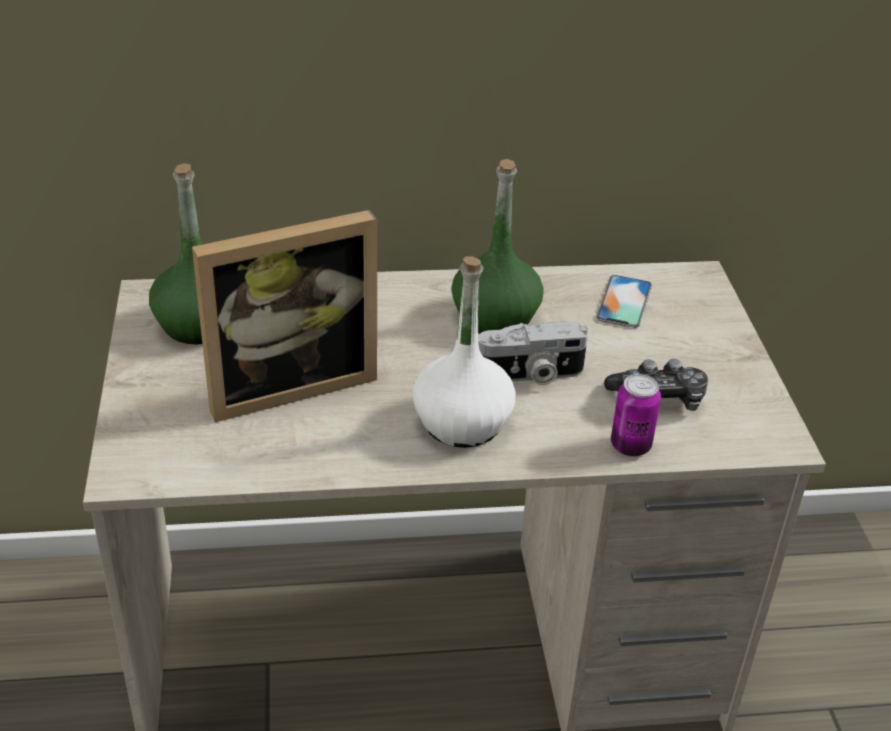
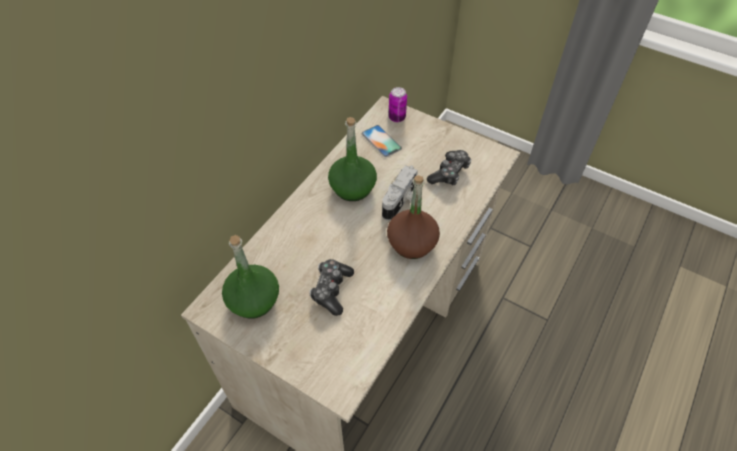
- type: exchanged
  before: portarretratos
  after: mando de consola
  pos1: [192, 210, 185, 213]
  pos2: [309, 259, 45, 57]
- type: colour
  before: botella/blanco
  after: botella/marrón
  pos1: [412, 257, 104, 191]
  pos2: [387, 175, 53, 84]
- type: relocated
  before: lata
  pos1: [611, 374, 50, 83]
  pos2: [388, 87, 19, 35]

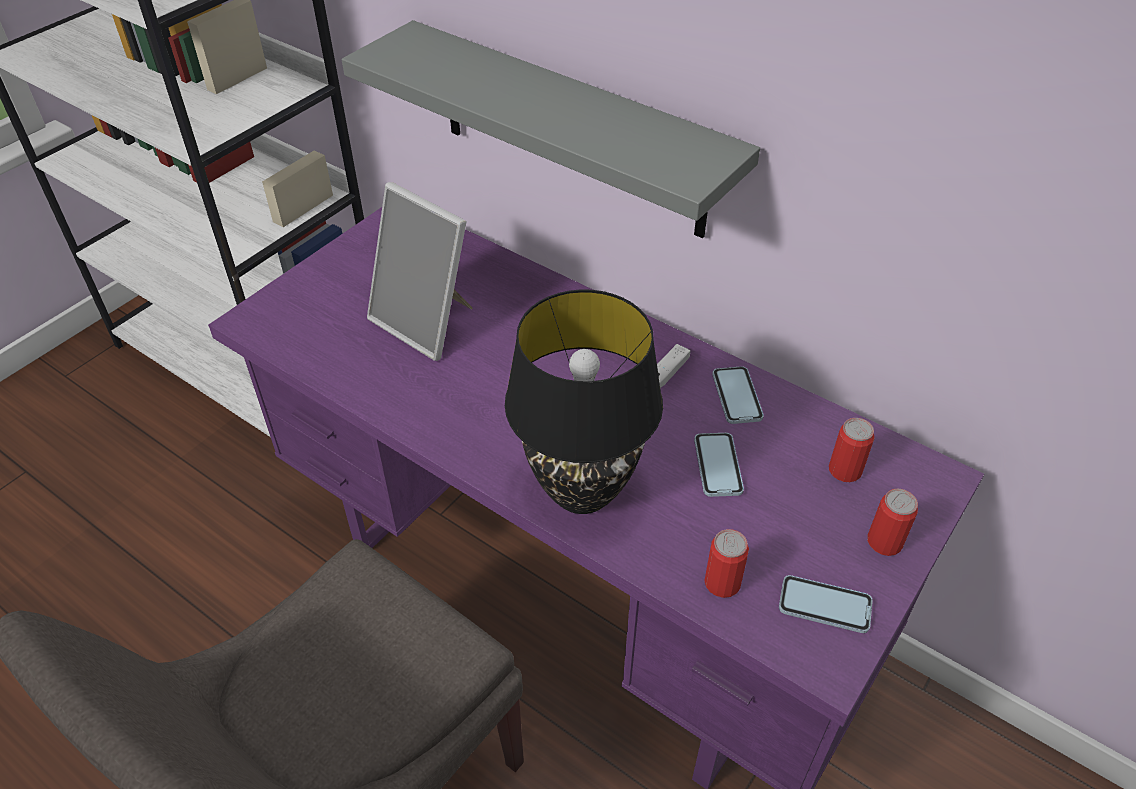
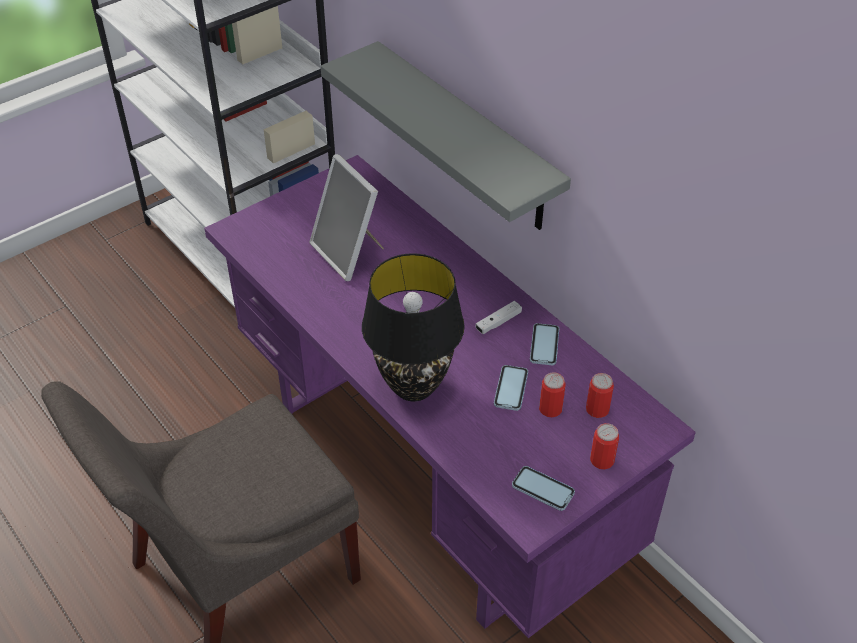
- type: relocated
  before: lata
  pos1: [704, 529, 45, 69]
  pos2: [539, 373, 27, 44]

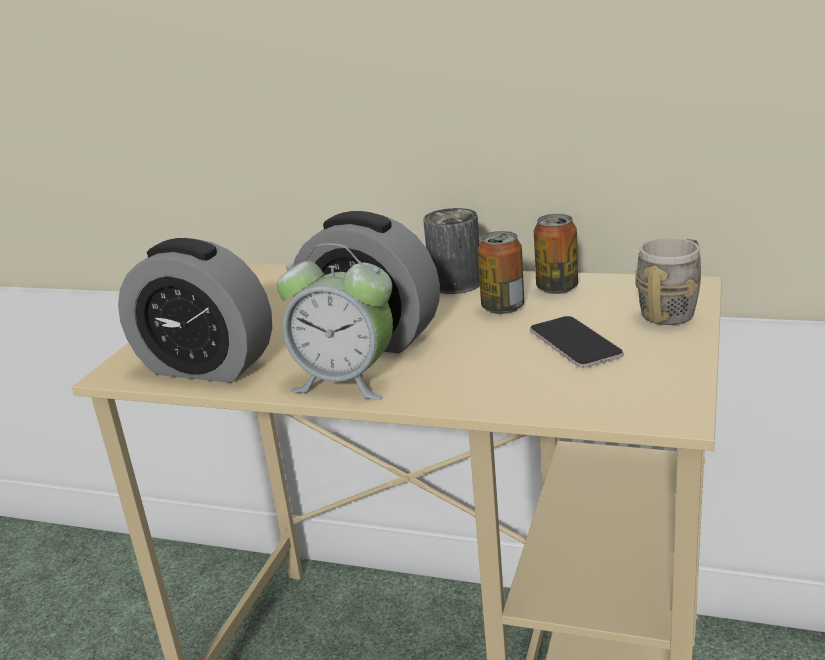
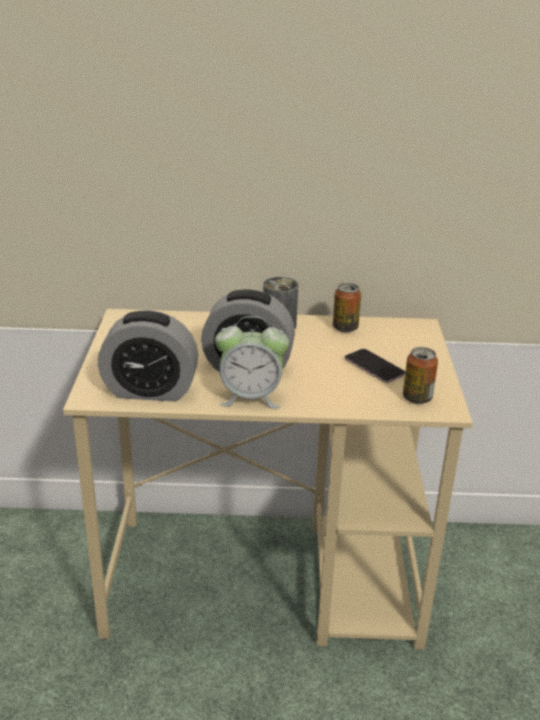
- type: relocated
  before: lata
  pos1: [478, 231, 46, 83]
  pos2: [403, 347, 35, 57]
- type: missing
  before: taza grande/gris
  pos1: [635, 238, 66, 87]

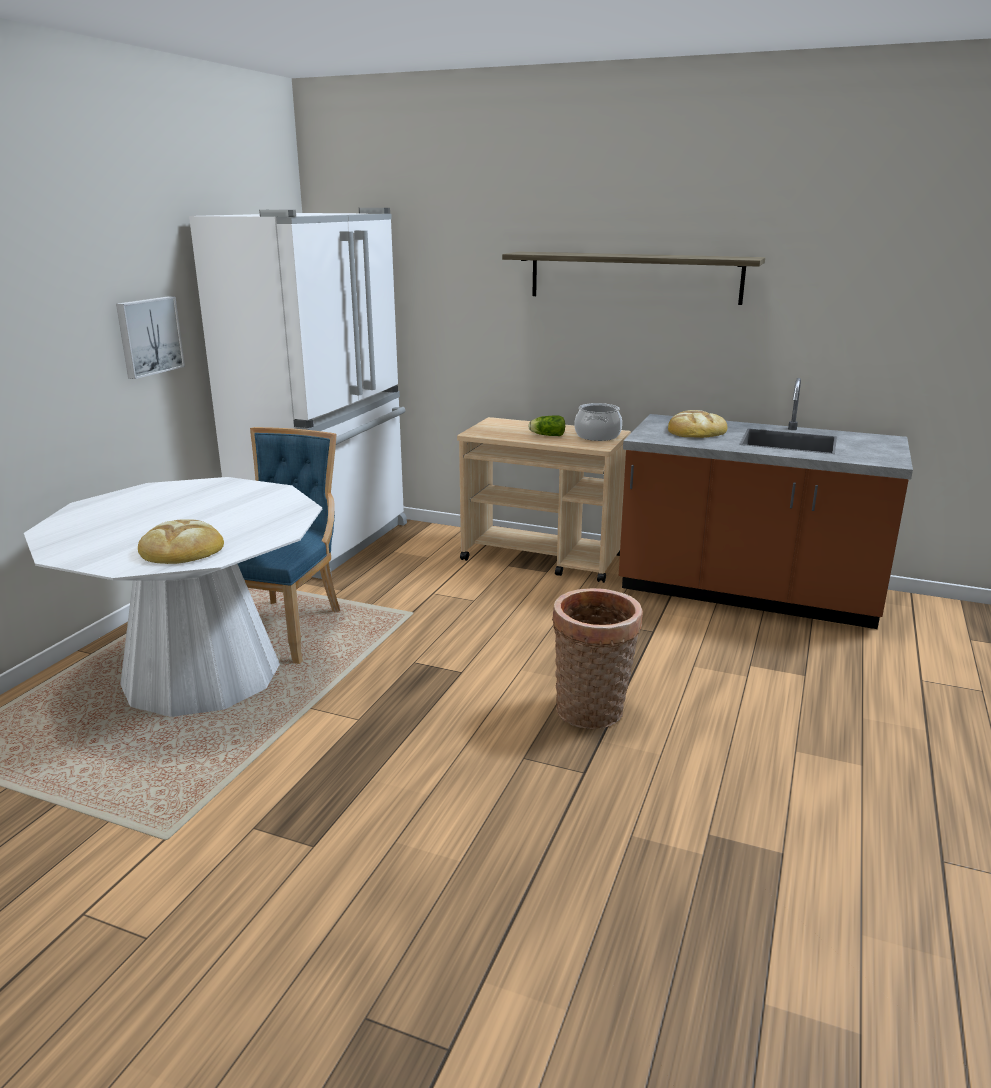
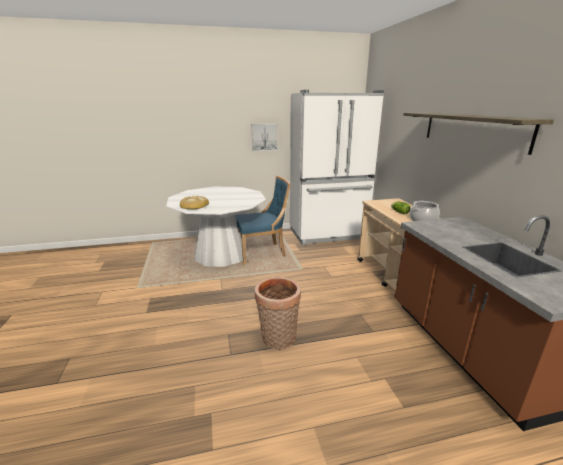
- type: missing
  before: pan
  pos1: [668, 410, 59, 28]

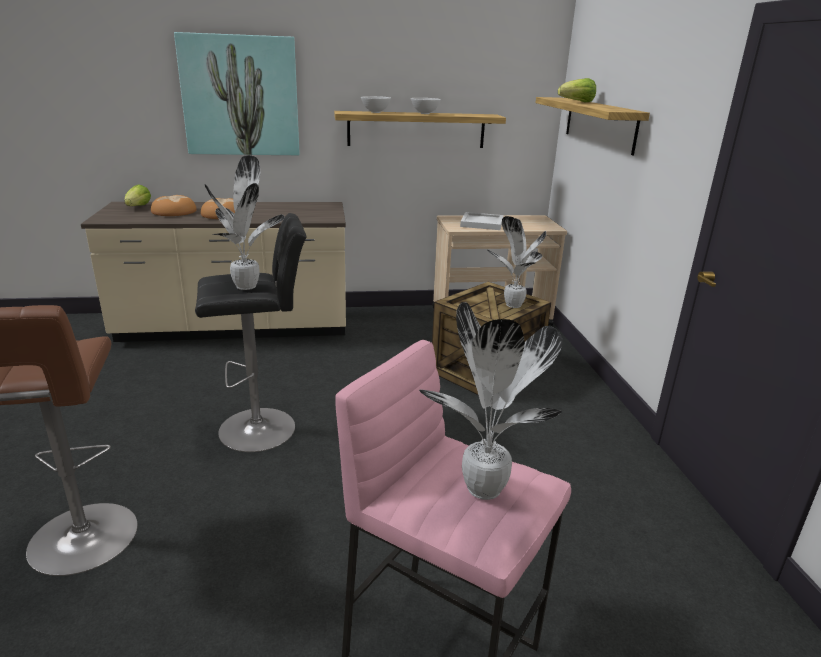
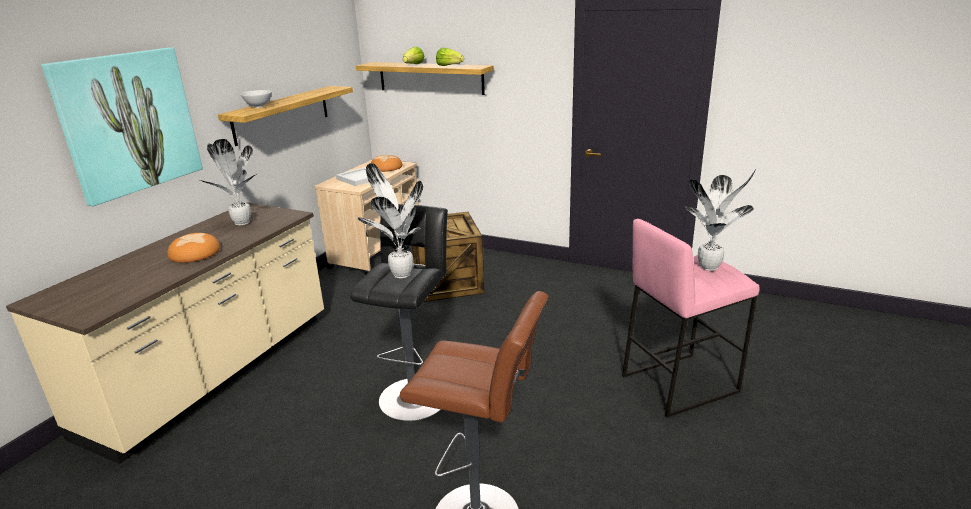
- type: relocated
  before: planta en maceta
  pos1: [487, 216, 59, 92]
  pos2: [199, 139, 58, 86]
- type: relocated
  before: pan
  pos1: [151, 195, 46, 21]
  pos2: [371, 155, 32, 17]
- type: relocated
  before: lechuga
  pos1: [124, 184, 27, 22]
  pos2: [436, 47, 28, 19]
- type: missing
  before: cuenco/blanco
  pos1: [411, 98, 30, 16]

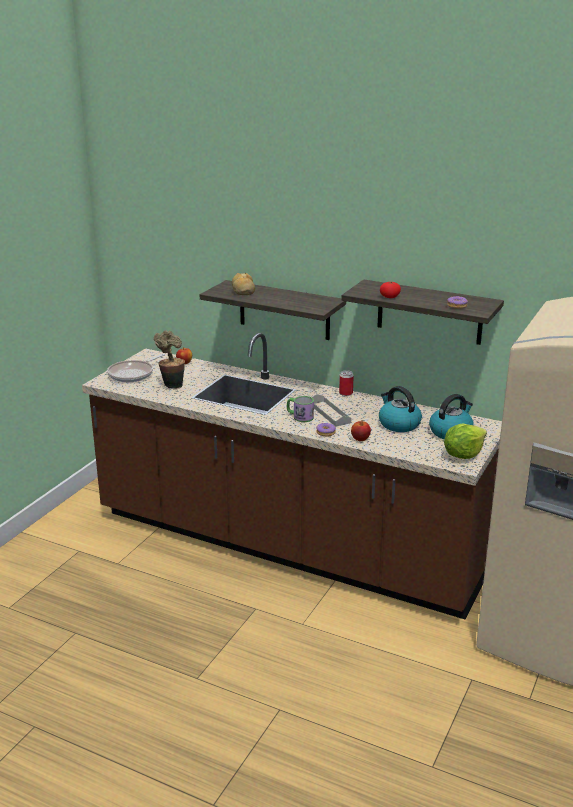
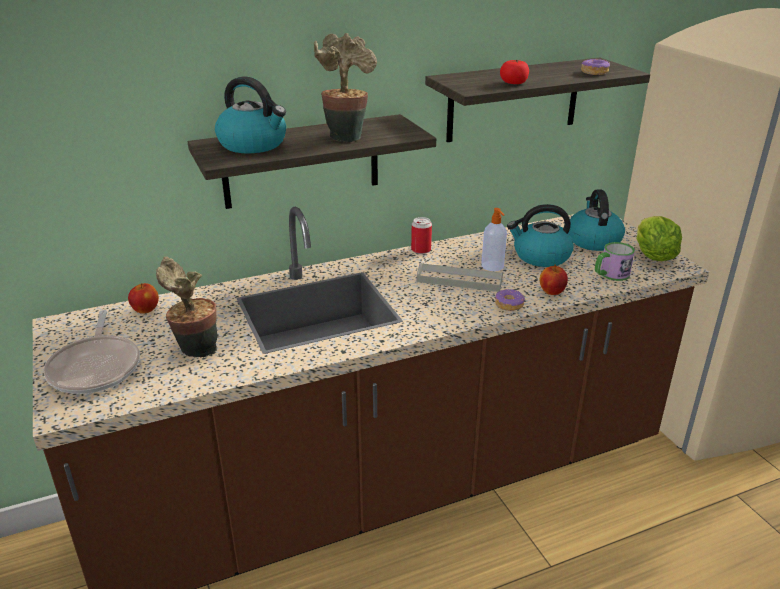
- type: exchanged
  before: pan
  after: hervidor
  pos1: [232, 273, 23, 22]
  pos2: [215, 76, 71, 77]
- type: appeared
  after: planta en maceta
  pos2: [314, 33, 63, 110]
- type: appeared
  after: dispensador de jabón
  pos2: [481, 208, 26, 63]
- type: relocated
  before: taza grande
  pos1: [287, 396, 27, 26]
  pos2: [595, 242, 40, 39]

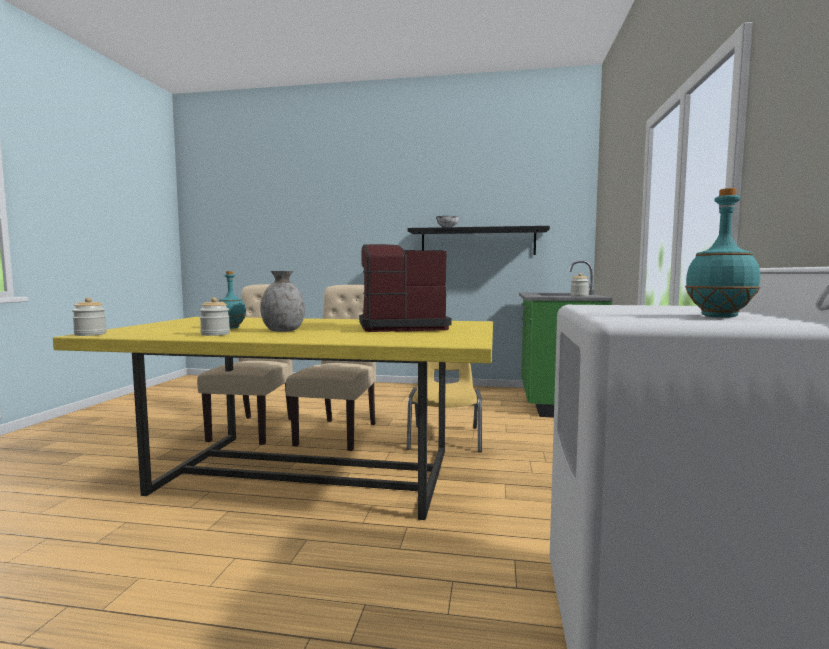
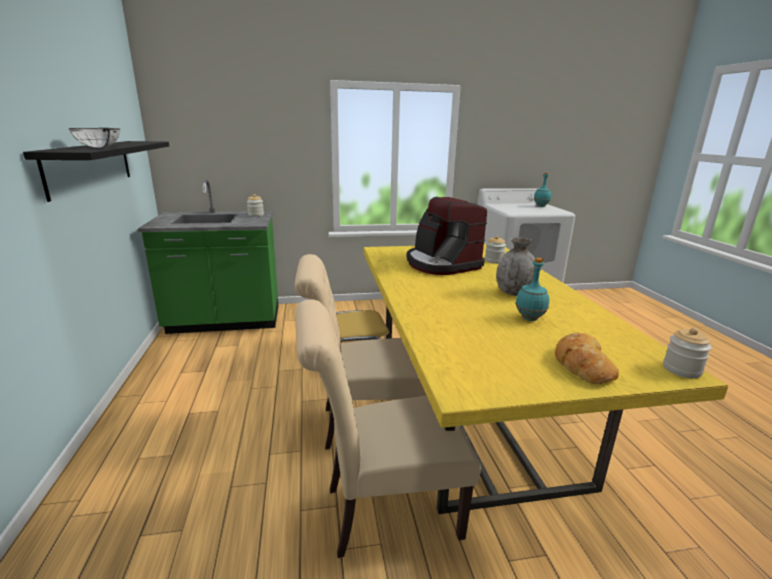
- type: relocated
  before: tarro
  pos1: [199, 297, 31, 39]
  pos2: [485, 236, 21, 28]
- type: appeared
  after: pan
  pos2: [555, 333, 64, 51]

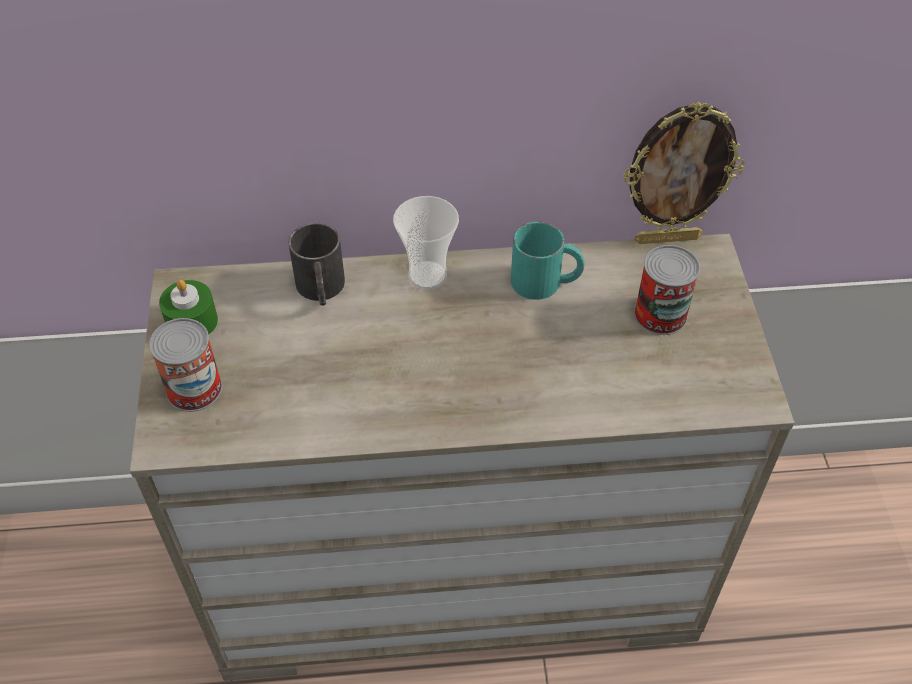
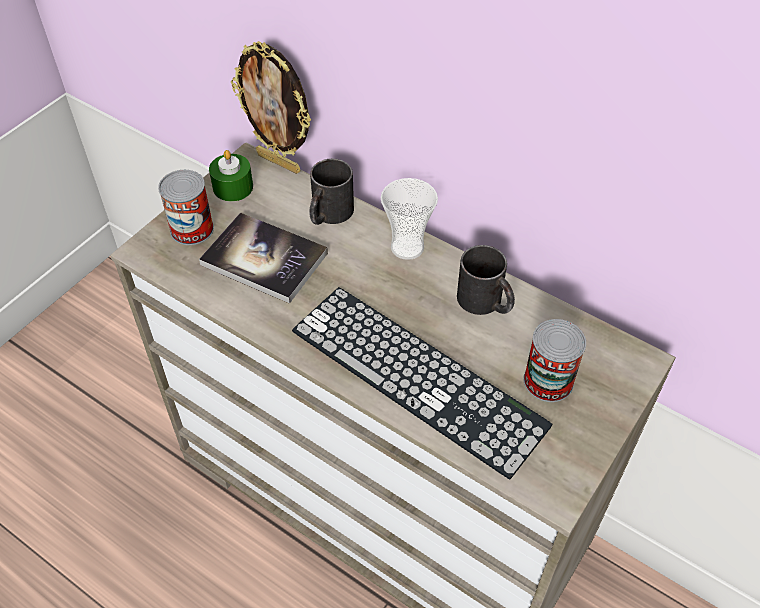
- type: appeared
  after: libro
  pos2: [199, 212, 129, 92]
- type: relocated
  before: portarretratos
  pos1: [624, 102, 120, 142]
  pos2: [231, 41, 80, 133]
- type: appeared
  after: teclado
  pos2: [292, 287, 261, 193]
- type: colour
  before: taza grande/turquesa
  after: taza grande/negro
  pos1: [511, 222, 74, 78]
  pos2: [457, 245, 58, 70]

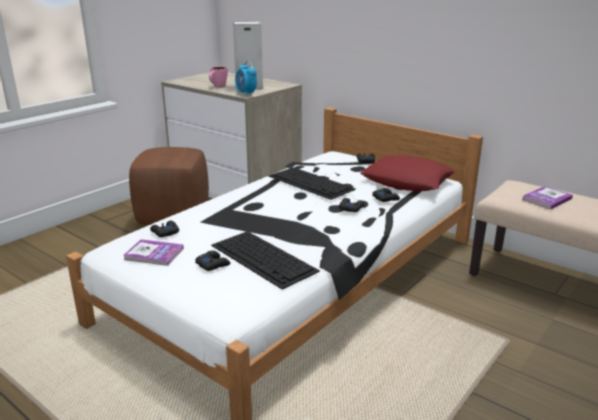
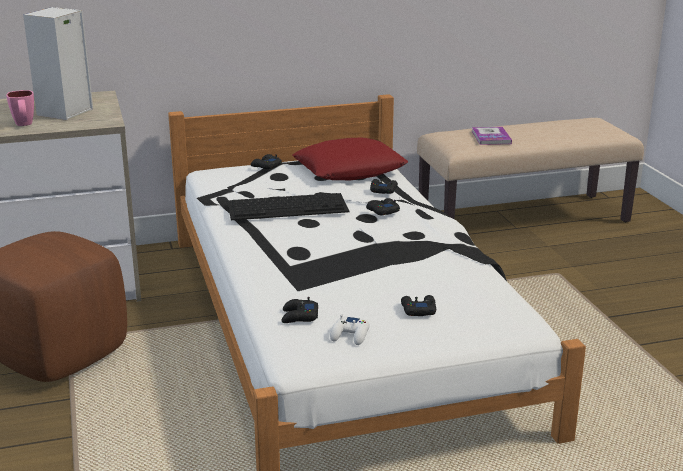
- type: exchanged
  before: libro
  after: mando de consola/blanco
  pos1: [123, 239, 61, 27]
  pos2: [330, 314, 40, 31]
- type: missing
  before: teclado
  pos1: [211, 231, 109, 59]
- type: missing
  before: despertador
  pos1: [235, 61, 22, 35]

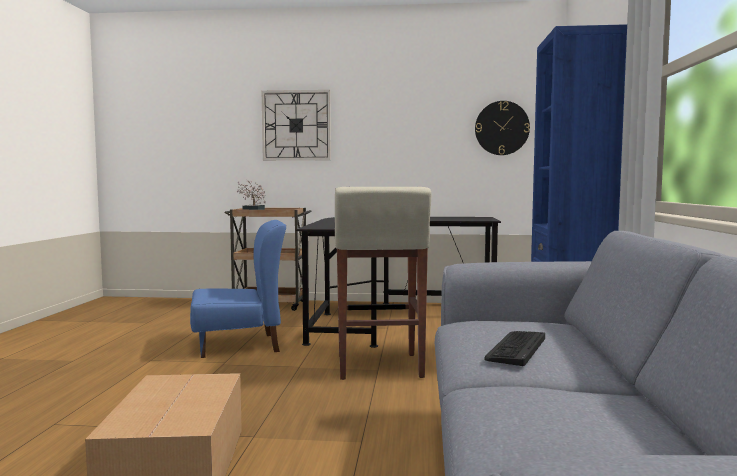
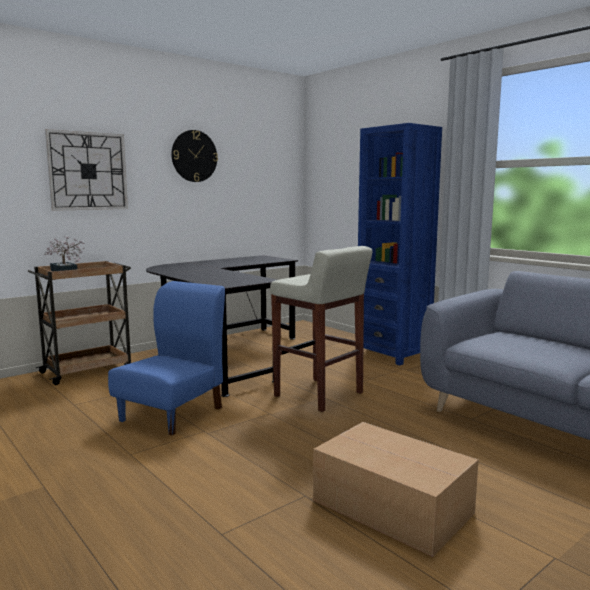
- type: relocated
  before: reloj de pared
  pos1: [475, 101, 55, 54]
  pos2: [171, 130, 47, 52]
- type: missing
  before: teclado
  pos1: [484, 331, 61, 35]

